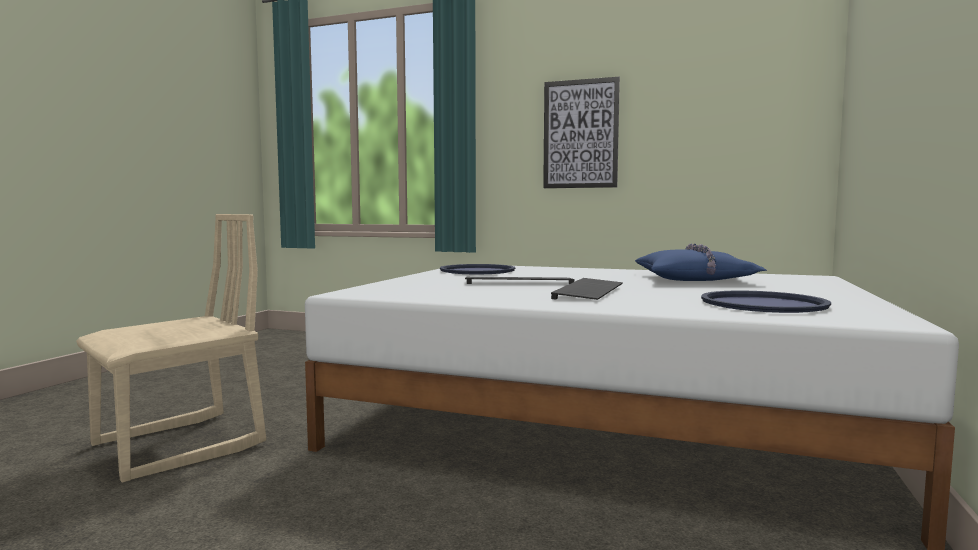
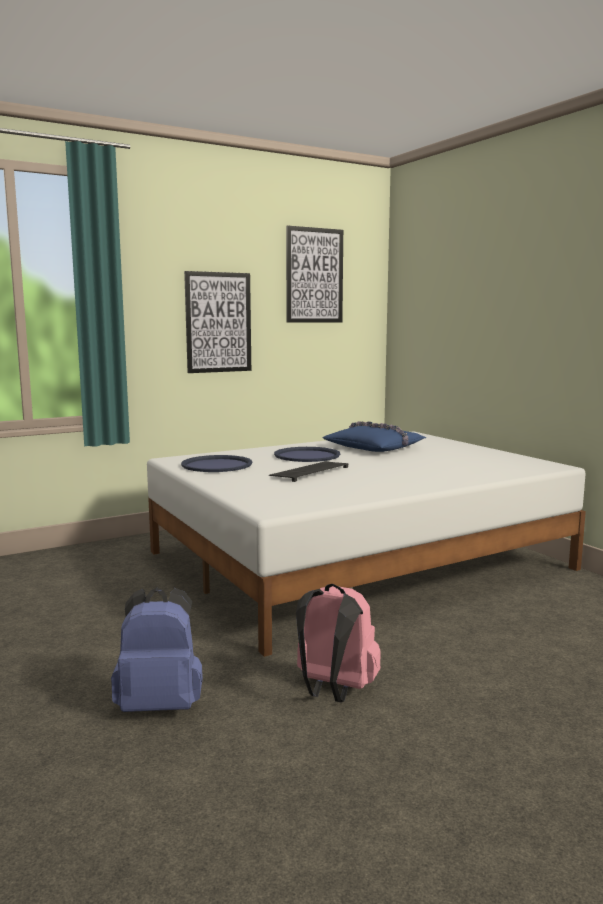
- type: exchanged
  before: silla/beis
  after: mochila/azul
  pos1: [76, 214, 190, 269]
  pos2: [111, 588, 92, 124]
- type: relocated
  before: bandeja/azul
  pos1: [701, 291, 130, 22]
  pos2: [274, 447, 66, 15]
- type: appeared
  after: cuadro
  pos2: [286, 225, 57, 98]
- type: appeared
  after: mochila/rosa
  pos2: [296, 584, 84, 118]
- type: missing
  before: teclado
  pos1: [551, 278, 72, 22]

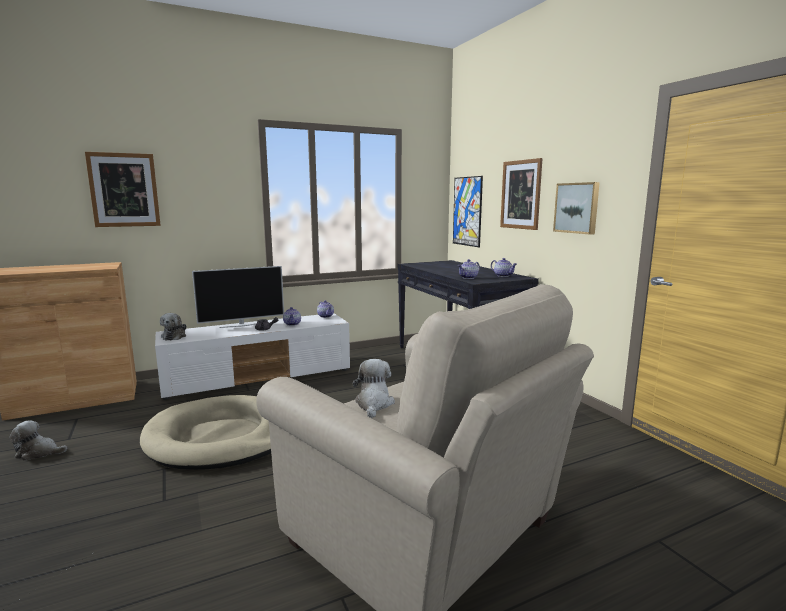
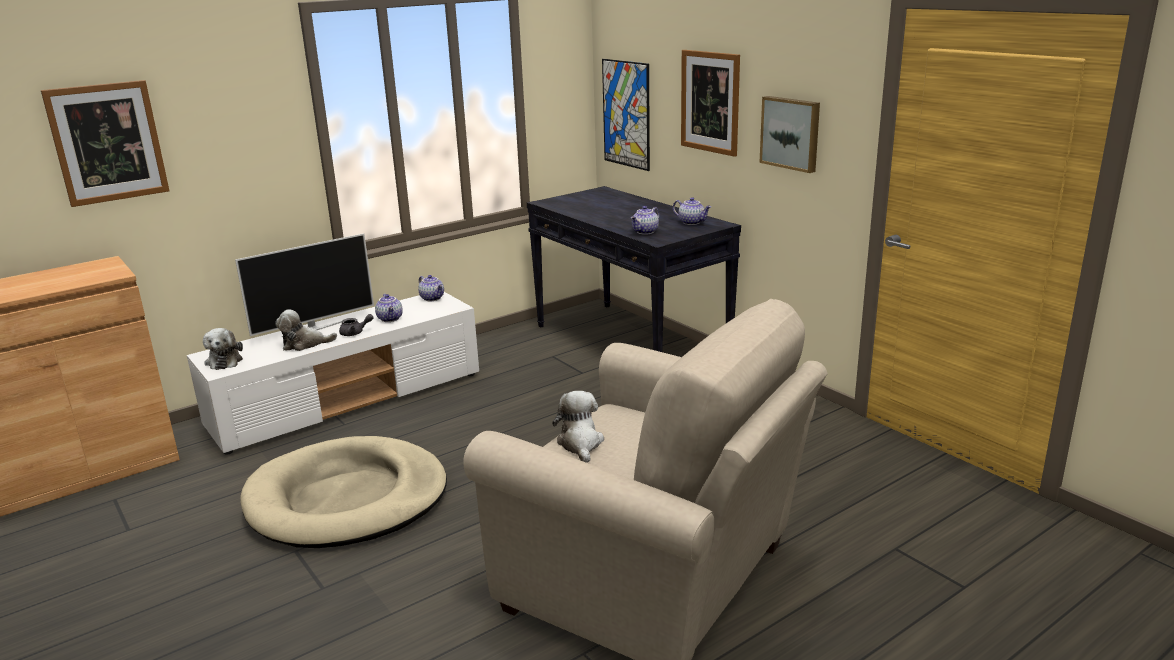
- type: relocated
  before: peluche
  pos1: [9, 420, 58, 41]
  pos2: [275, 309, 62, 42]

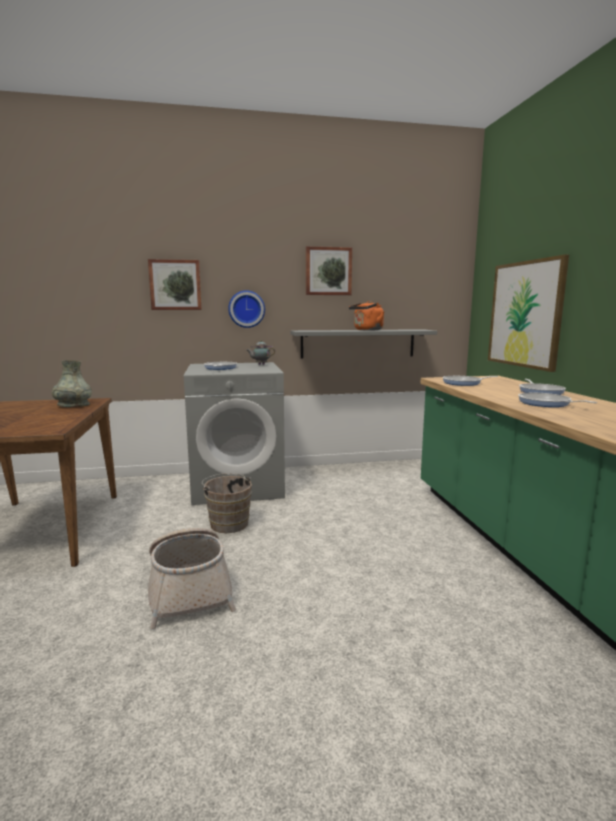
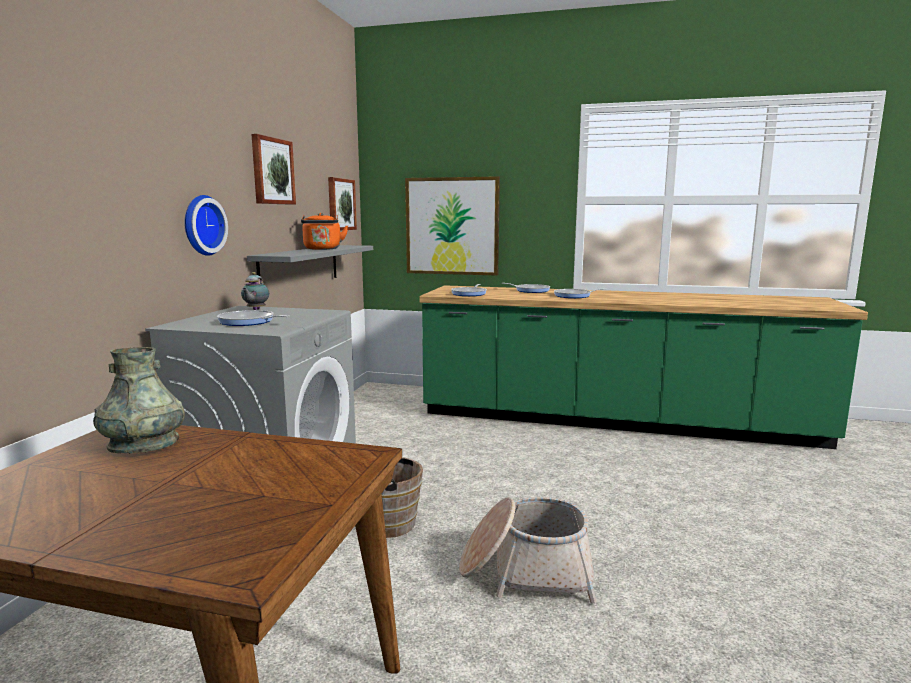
- type: relocated
  before: cuadro
  pos1: [148, 259, 53, 51]
  pos2: [328, 177, 29, 54]

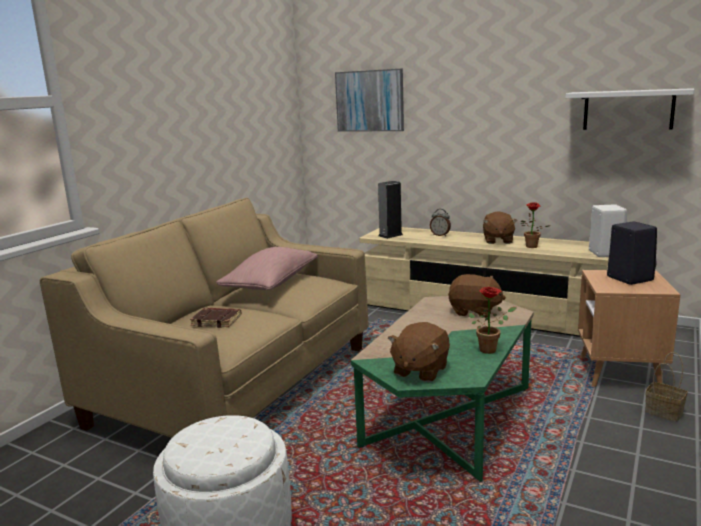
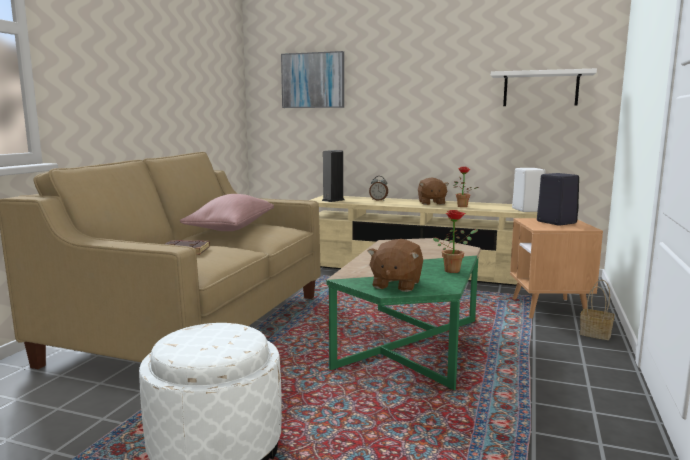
- type: missing
  before: peluche/marrón
  pos1: [448, 274, 58, 44]

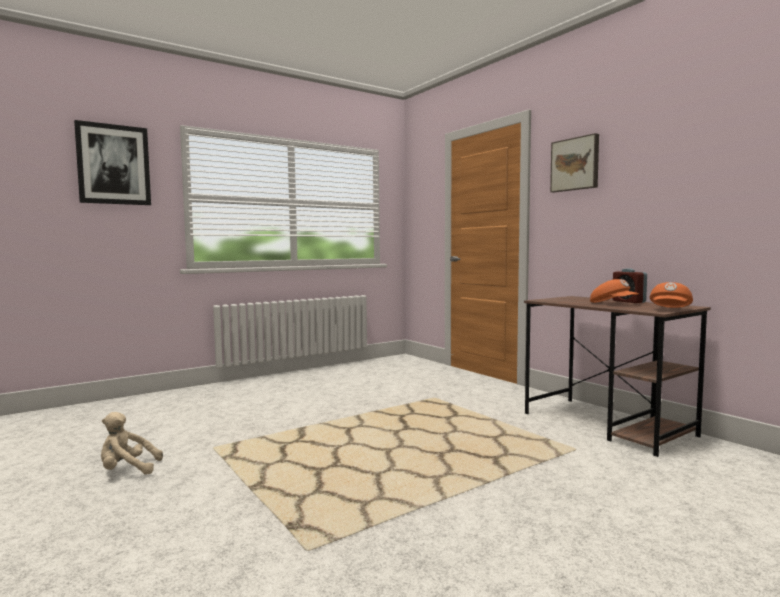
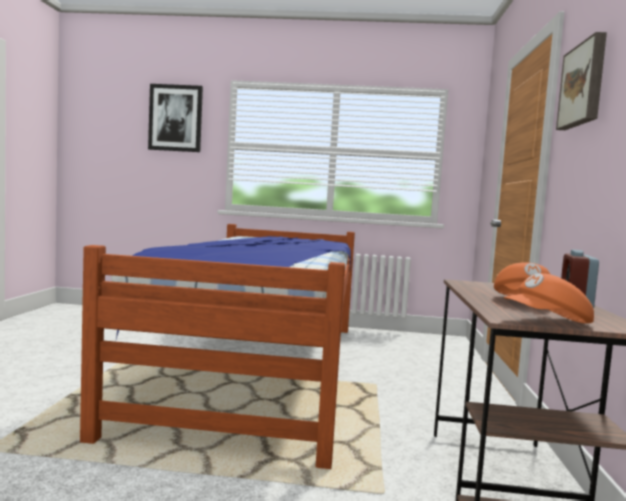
- type: appeared
  after: cama
  pos2: [80, 224, 275, 245]
- type: missing
  before: peluche/beis
  pos1: [101, 412, 62, 63]

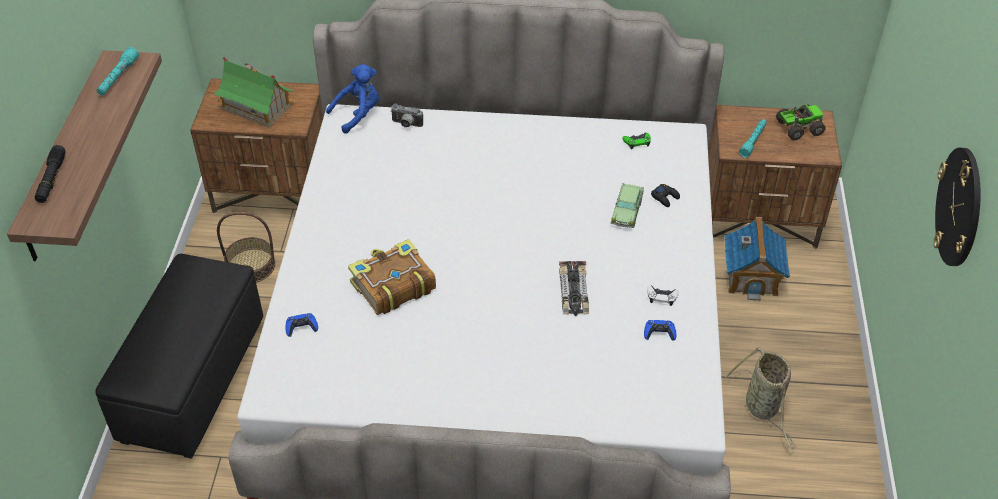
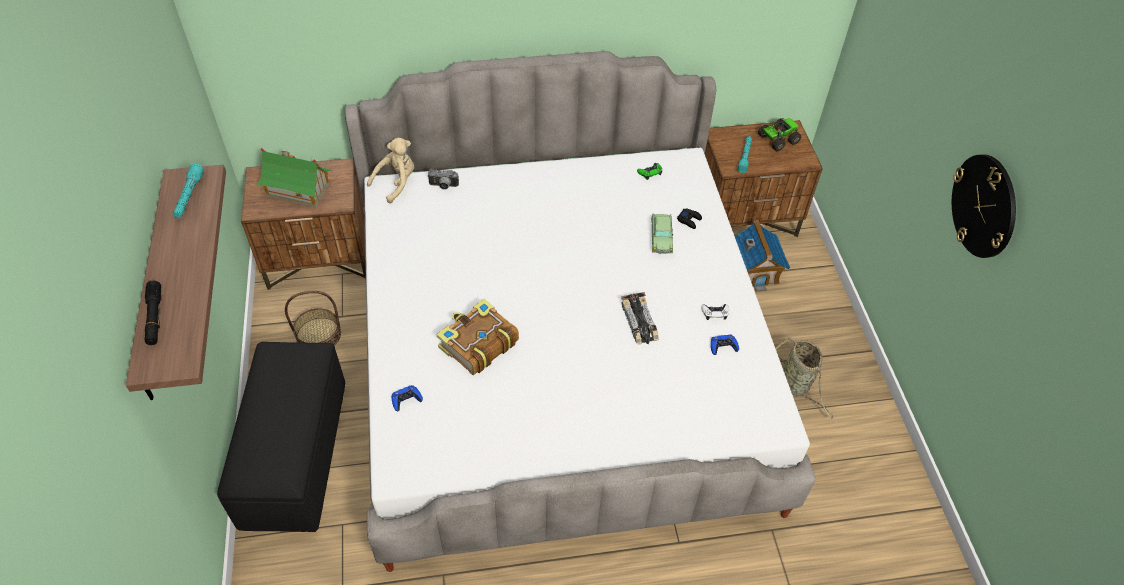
- type: colour
  before: peluche/azul
  after: peluche/beis
  pos1: [326, 64, 53, 70]
  pos2: [367, 138, 47, 65]

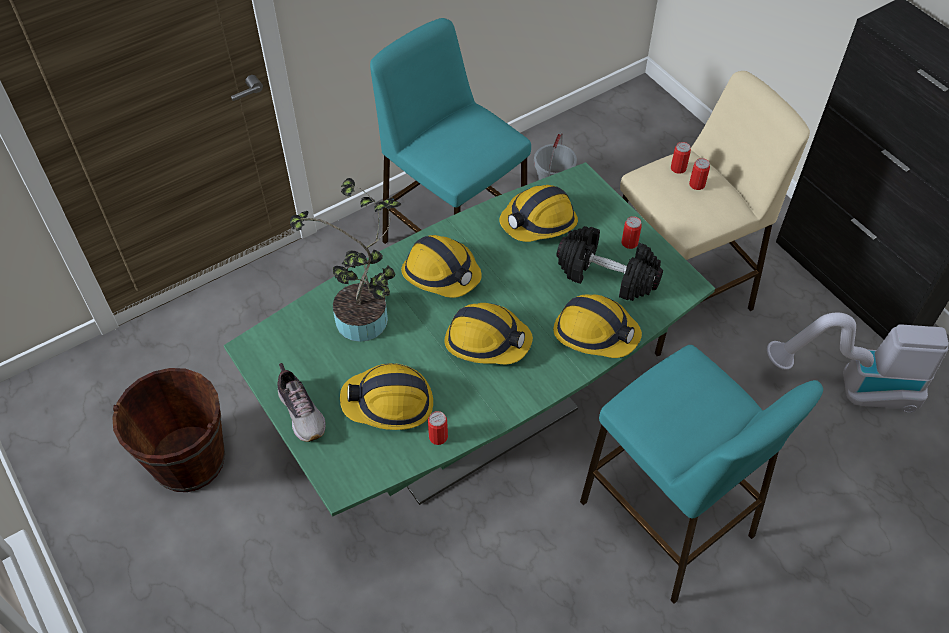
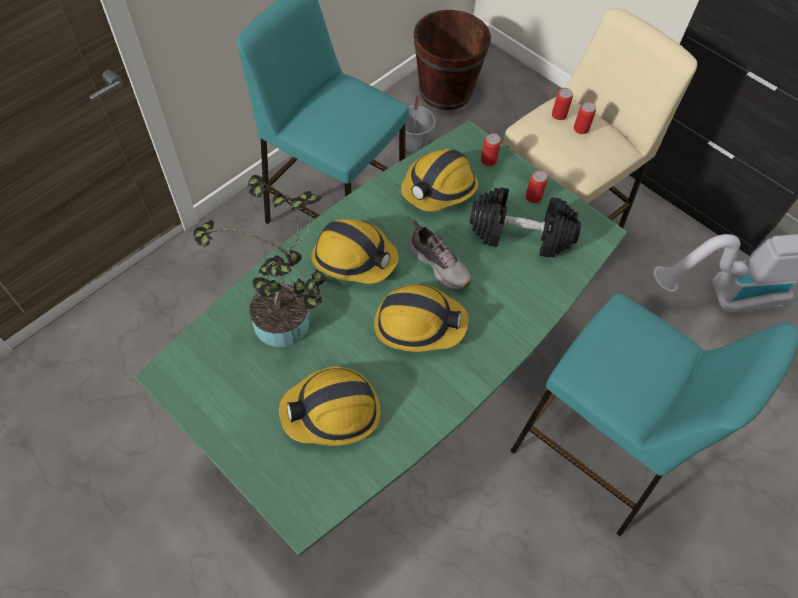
- type: relocated
  before: zapato
  pos1: [278, 363, 48, 79]
  pos2: [410, 220, 61, 70]
- type: relocated
  before: cubo/marrón
  pos1: [112, 368, 113, 124]
  pos2: [414, 10, 77, 100]
- type: relocated
  before: lata
  pos1: [428, 411, 20, 34]
  pos2: [481, 133, 20, 33]
- type: missing
  before: casco
  pos1: [553, 294, 89, 64]

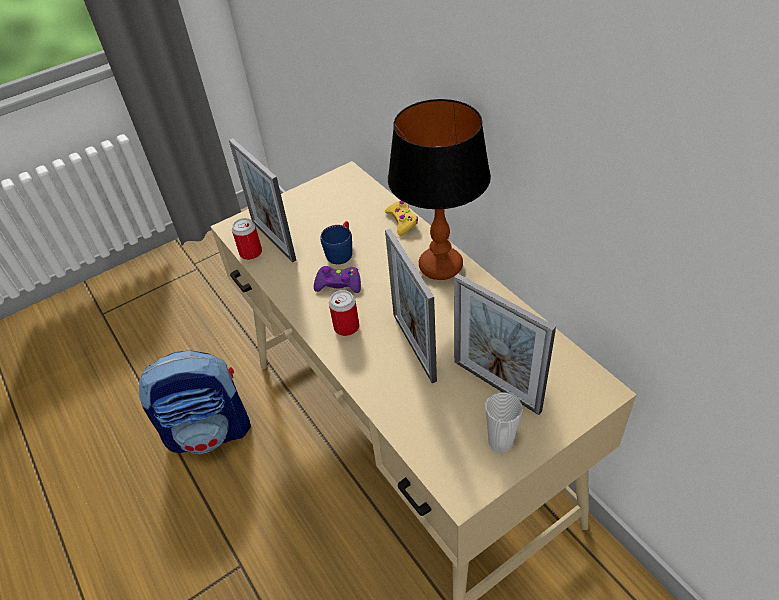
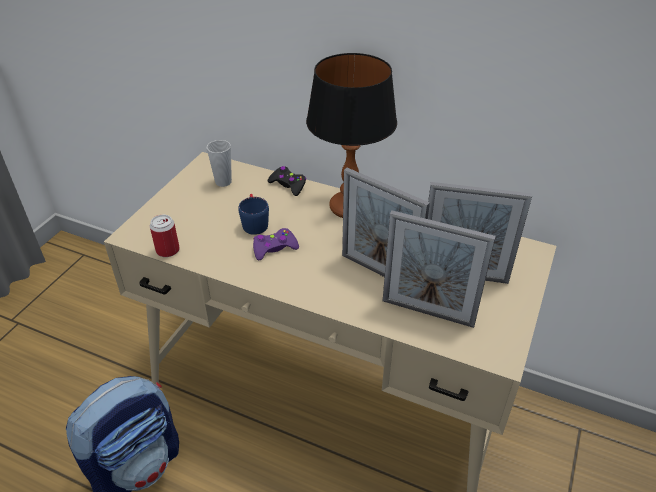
- type: relocated
  before: taza
  pos1: [486, 392, 37, 61]
  pos2: [207, 140, 25, 47]
- type: colour
  before: mando de consola/amarillo
  after: mando de consola/negro
  pos1: [385, 200, 33, 36]
  pos2: [268, 166, 38, 30]
- type: relocated
  before: portarretratos
  pos1: [229, 138, 67, 124]
  pos2: [383, 210, 113, 118]
- type: missing
  before: lata
  pos1: [329, 290, 30, 46]

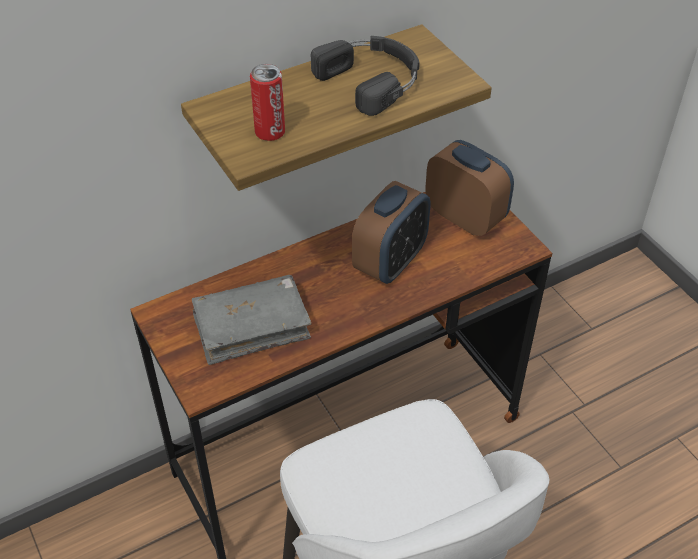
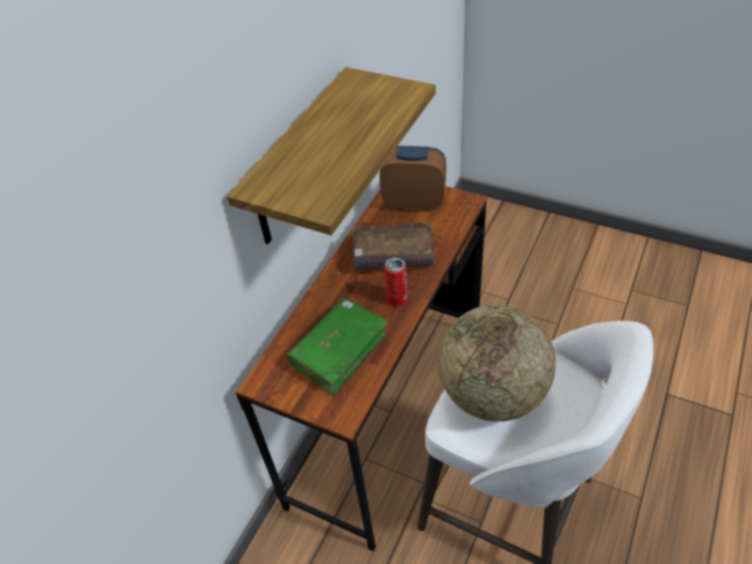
- type: colour
  before: libro/gris
  after: libro/verde
  pos1: [191, 275, 120, 90]
  pos2: [287, 298, 101, 97]
- type: exchanged
  before: despertador
  after: libro/marrón
  pos1: [352, 181, 79, 103]
  pos2: [352, 222, 83, 49]
- type: relocated
  before: lata
  pos1: [250, 64, 35, 77]
  pos2: [384, 257, 24, 49]
- type: appeared
  after: globo terráqueo
  pos2: [438, 304, 118, 118]
- type: missing
  before: auriculares/negro
  pos1: [311, 36, 109, 80]

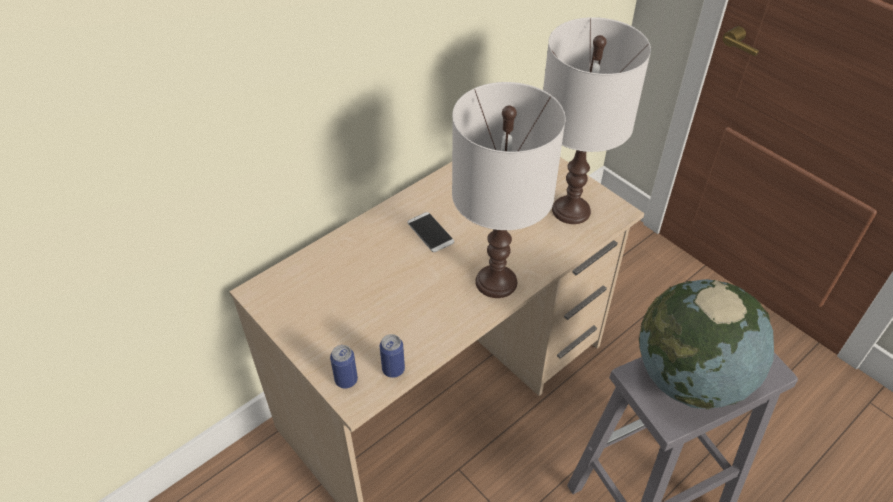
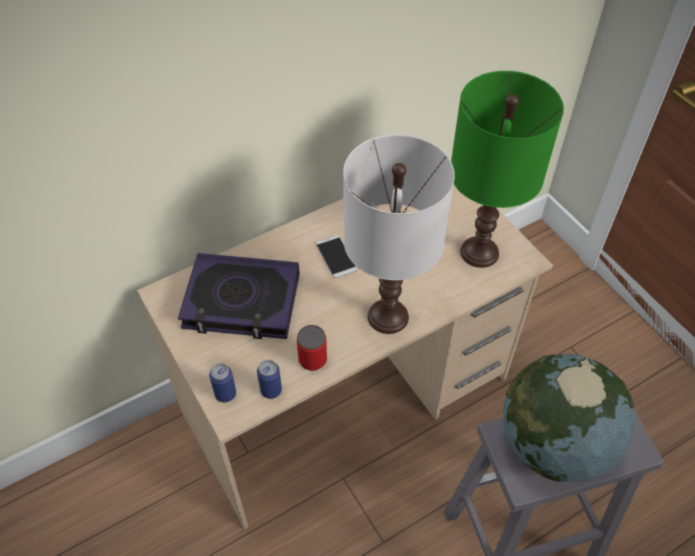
- type: appeared
  after: libro
  pos2: [178, 253, 122, 86]
- type: appeared
  after: lata
  pos2: [297, 325, 30, 46]
- type: colour
  before: lámpara de mesa/blanco
  after: lámpara de mesa/verde
  pos1: [543, 17, 108, 207]
  pos2: [451, 71, 113, 197]

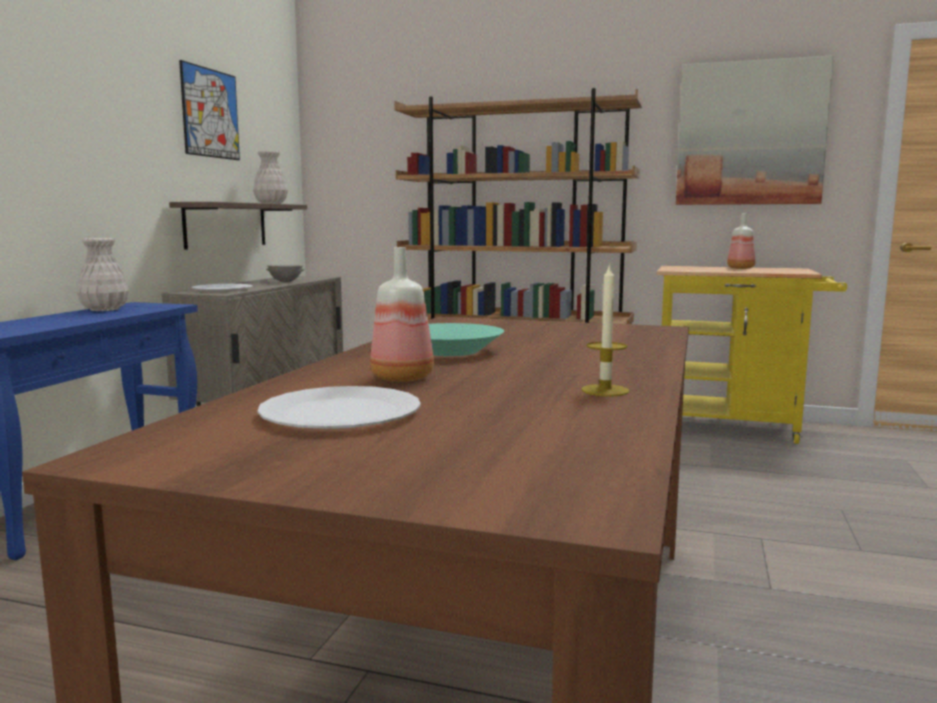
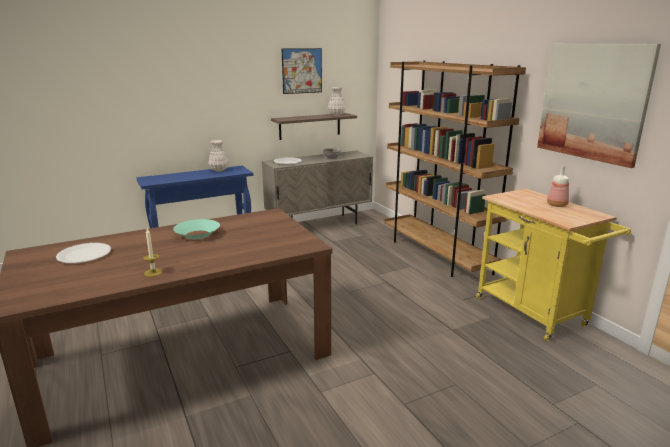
- type: missing
  before: botella
  pos1: [370, 247, 64, 135]

